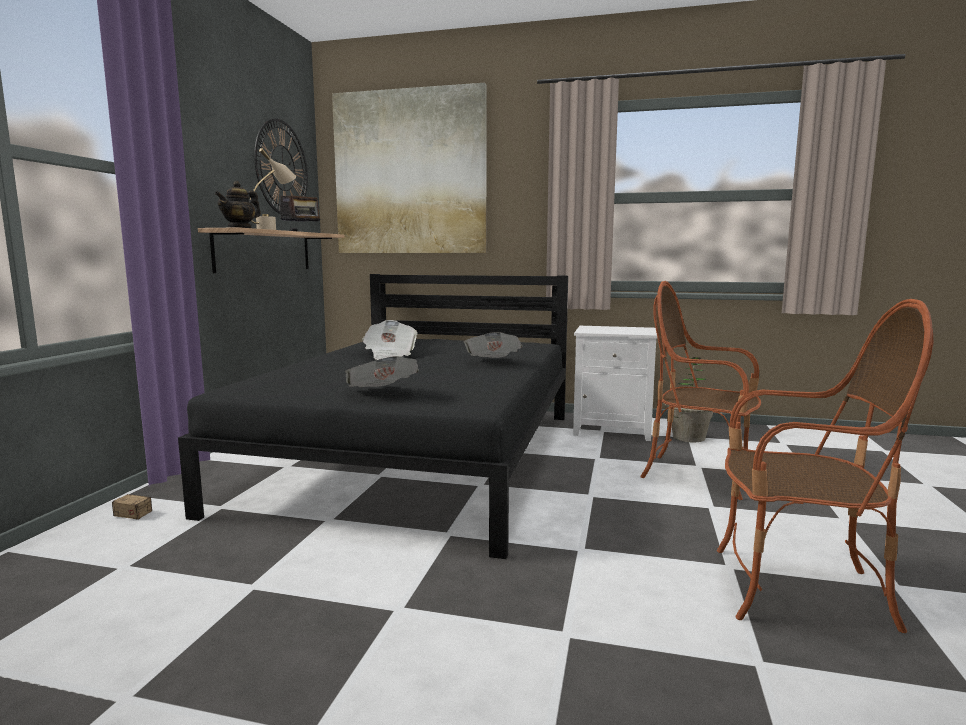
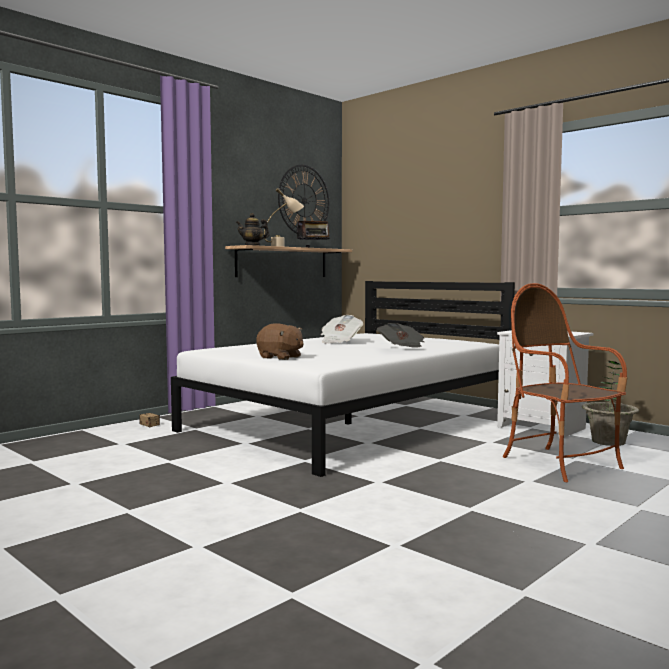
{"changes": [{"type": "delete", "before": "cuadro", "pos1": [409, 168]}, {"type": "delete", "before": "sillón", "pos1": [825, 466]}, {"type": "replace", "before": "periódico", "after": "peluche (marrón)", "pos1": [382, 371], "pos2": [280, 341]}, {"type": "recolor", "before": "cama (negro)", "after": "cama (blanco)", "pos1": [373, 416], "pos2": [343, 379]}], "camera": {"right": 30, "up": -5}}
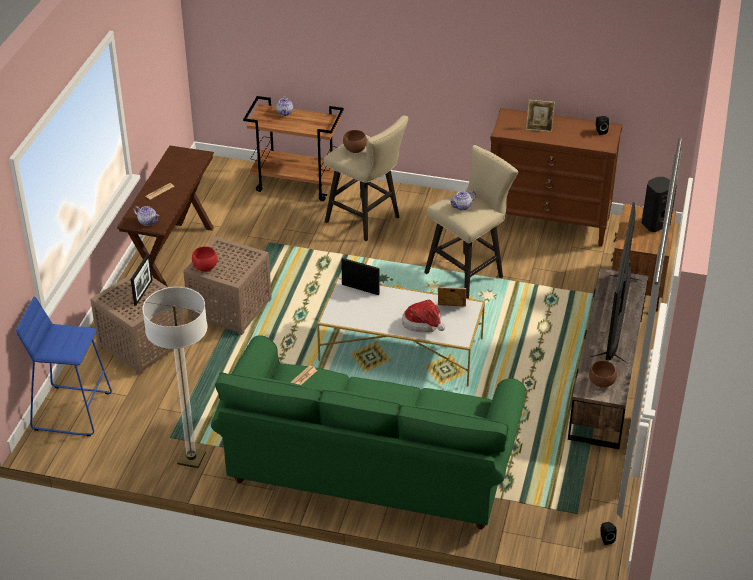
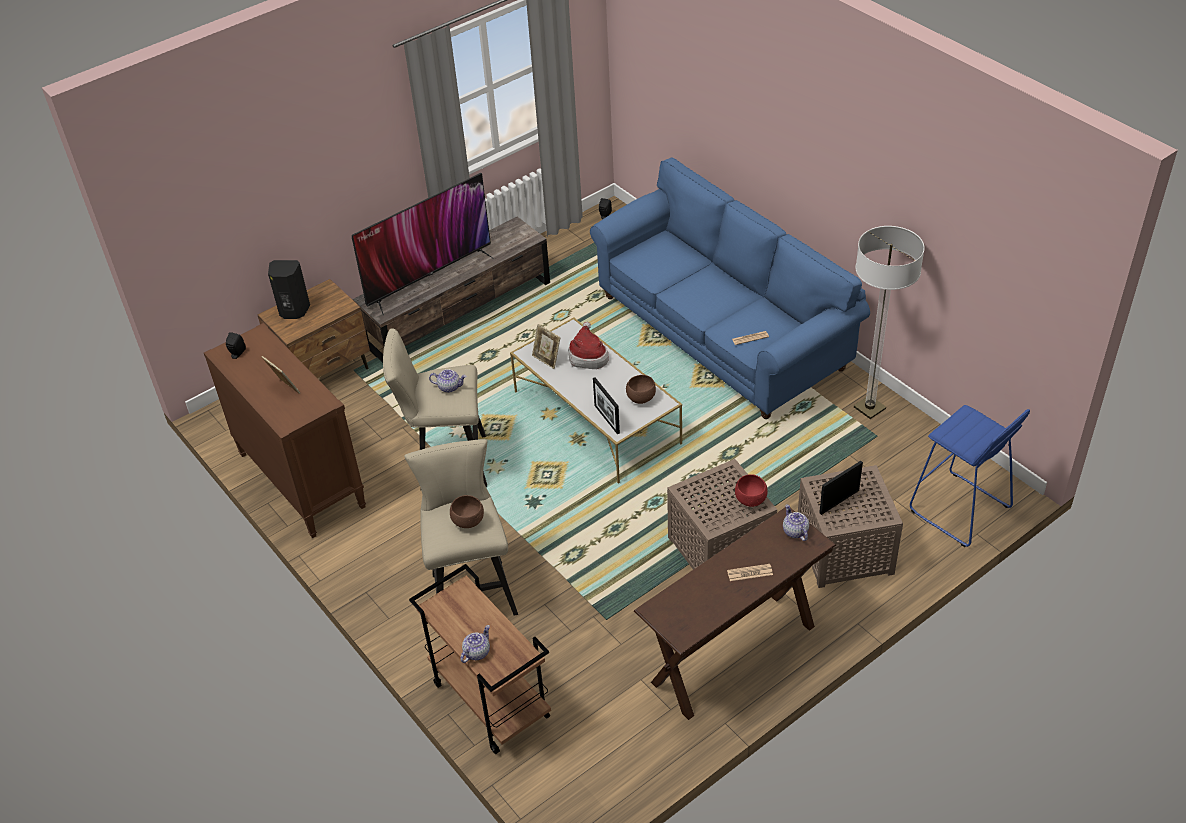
{"changes": [{"type": "move", "before": "cuenco (marrón)", "pos1": [603, 374], "pos2": [641, 389]}, {"type": "recolor", "before": "sofá (verde)", "after": "sofá (azul)", "pos1": [368, 432], "pos2": [730, 288]}], "camera": {"right": -140, "up": 5}}
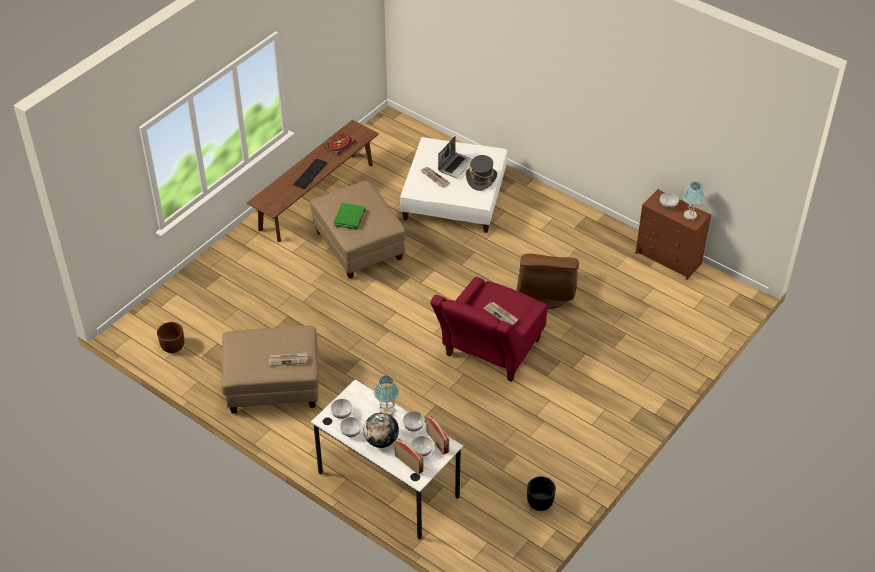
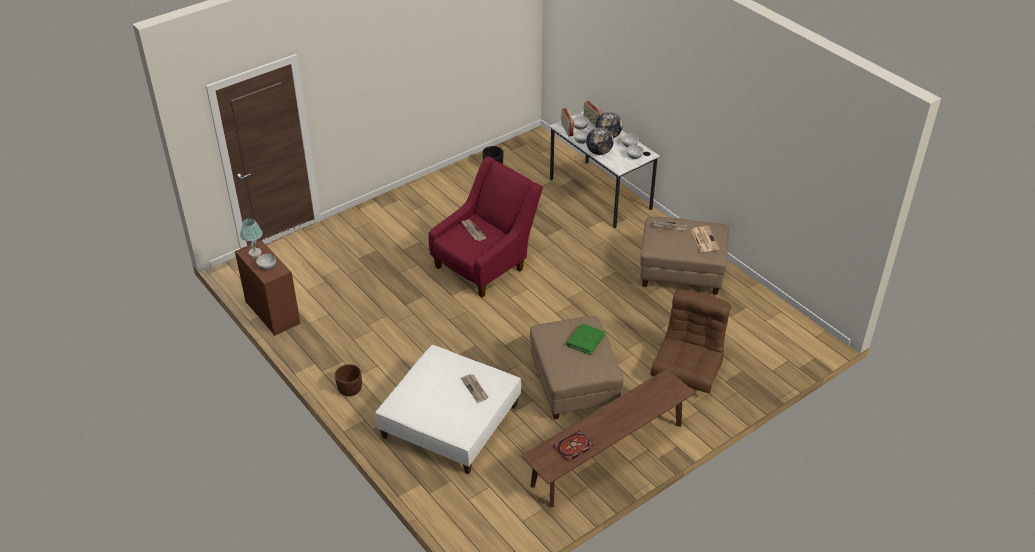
{"changes": [{"type": "delete", "before": "teclado", "pos1": [310, 174]}, {"type": "delete", "before": "portátil", "pos1": [455, 157]}, {"type": "delete", "before": "sombrero (gris)", "pos1": [481, 173]}, {"type": "insert", "after": "periódico", "pos2": [705, 239]}, {"type": "move", "before": "maceta (marrón)", "pos1": [170, 337], "pos2": [348, 380]}, {"type": "move", "before": "sillón (marrón)", "pos1": [548, 281], "pos2": [690, 341]}, {"type": "replace", "before": "lámpara de mesa", "after": "globo terráqueo", "pos1": [386, 395], "pos2": [600, 141]}], "camera": {"right": -165, "up": -5}}
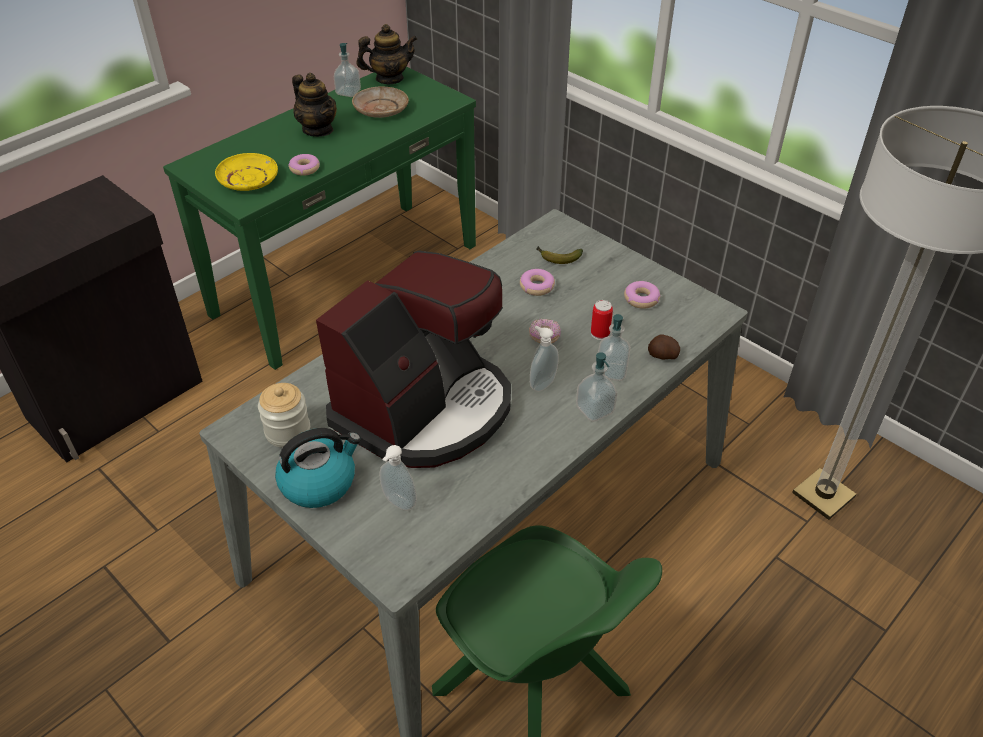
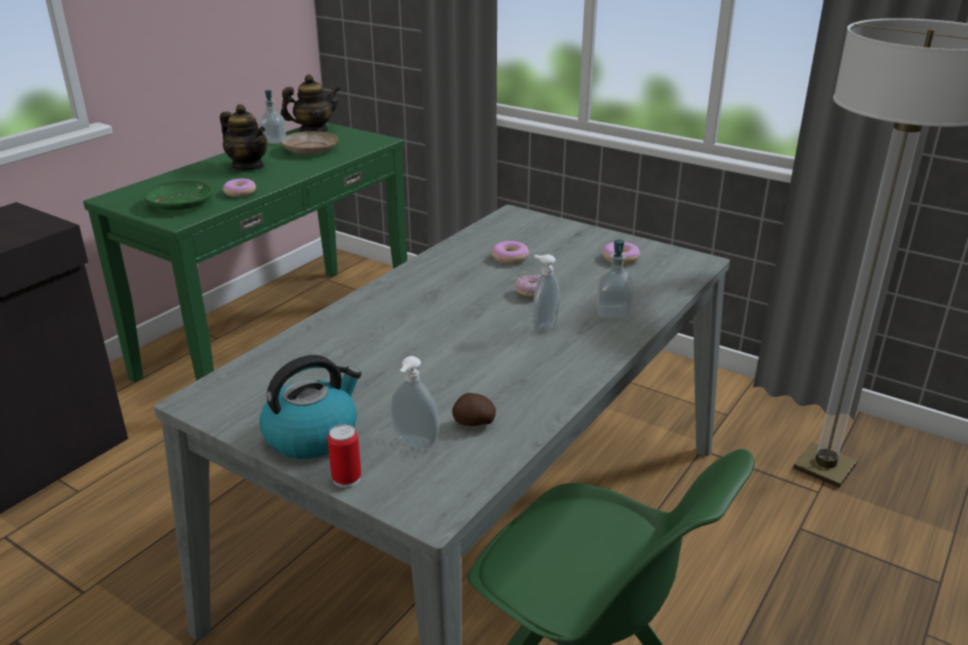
{"changes": [{"type": "delete", "before": "tarro", "pos1": [284, 415]}, {"type": "delete", "before": "cafetera", "pos1": [413, 359]}, {"type": "delete", "before": "plátano", "pos1": [559, 255]}, {"type": "delete", "before": "dispensador de jabón", "pos1": [596, 387]}, {"type": "move", "before": "lata", "pos1": [602, 320], "pos2": [344, 456]}, {"type": "move", "before": "patata", "pos1": [664, 346], "pos2": [474, 409]}, {"type": "recolor", "before": "plato (amarillo)", "after": "plato (verde)", "pos1": [246, 172], "pos2": [178, 195]}], "camera": {"right": -10, "up": -15}}
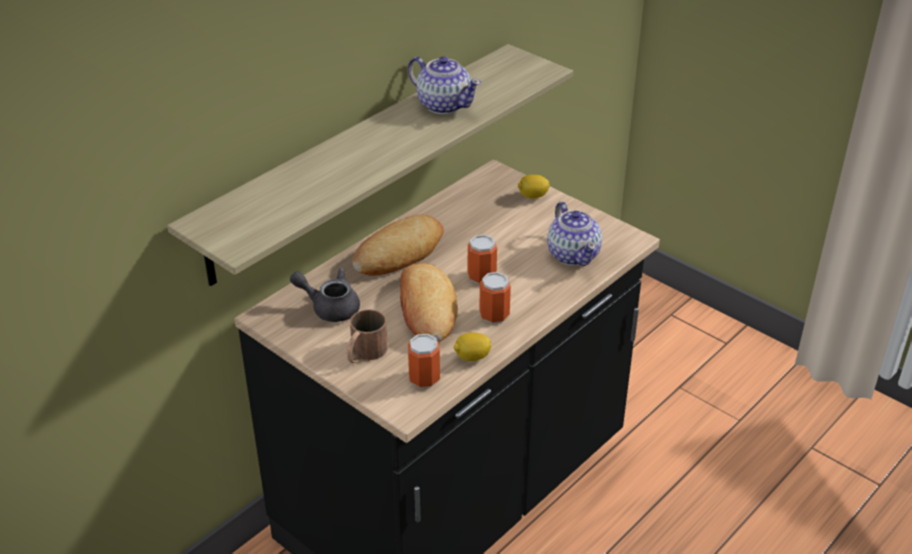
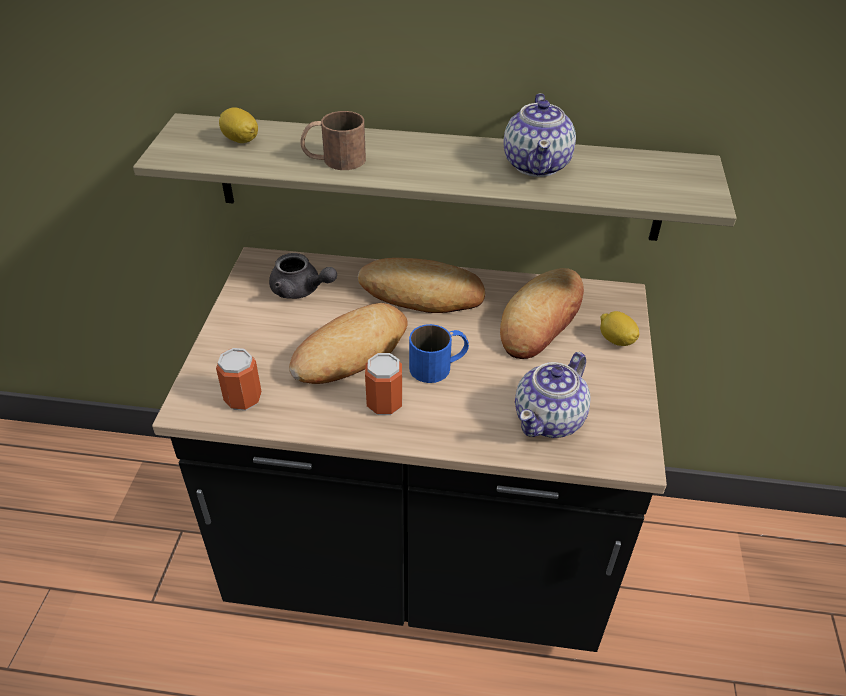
{"changes": [{"type": "insert", "after": "pan", "pos2": [542, 313]}, {"type": "move", "before": "taza grande (marrón)", "pos1": [367, 336], "pos2": [333, 140]}, {"type": "move", "before": "limón", "pos1": [472, 347], "pos2": [238, 125]}, {"type": "replace", "before": "lata", "after": "taza grande (azul)", "pos1": [482, 259], "pos2": [439, 353]}, {"type": "rotate", "before": "tetera (gris)", "pos1": [325, 295], "pos2": [303, 276], "turn": 135}], "camera": {"right": 55, "up": 5}}
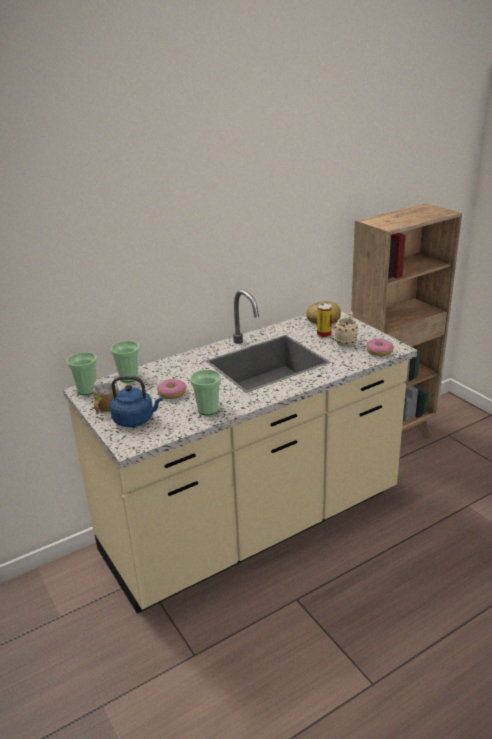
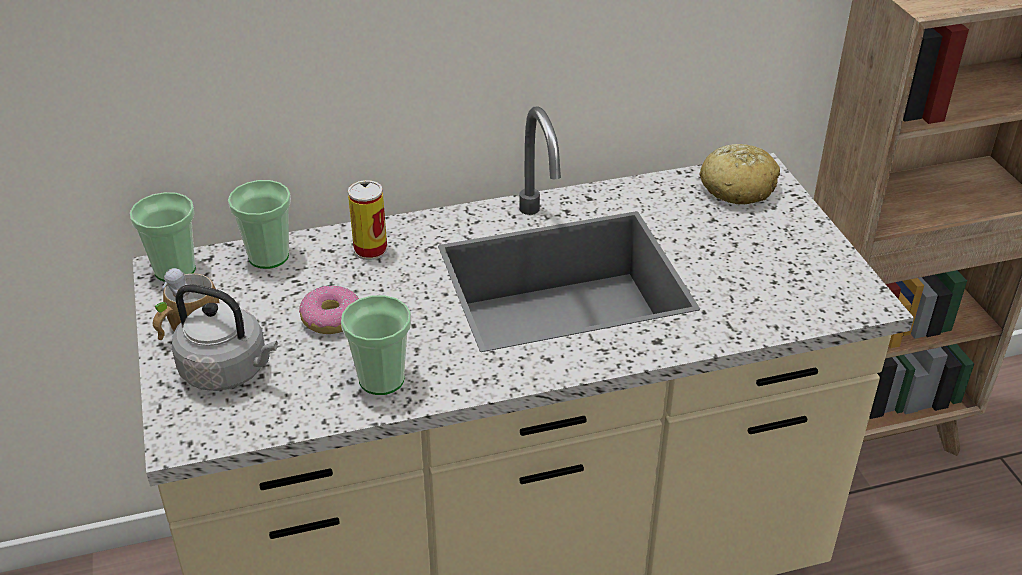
{"changes": [{"type": "delete", "before": "taza grande (beis)", "pos1": [346, 329]}, {"type": "delete", "before": "rosquilla", "pos1": [380, 347]}, {"type": "move", "before": "lata", "pos1": [324, 320], "pos2": [367, 220]}, {"type": "recolor", "before": "hervidor (azul)", "after": "hervidor (gris)", "pos1": [136, 401], "pos2": [225, 337]}], "camera": {"right": 15, "up": 10}}
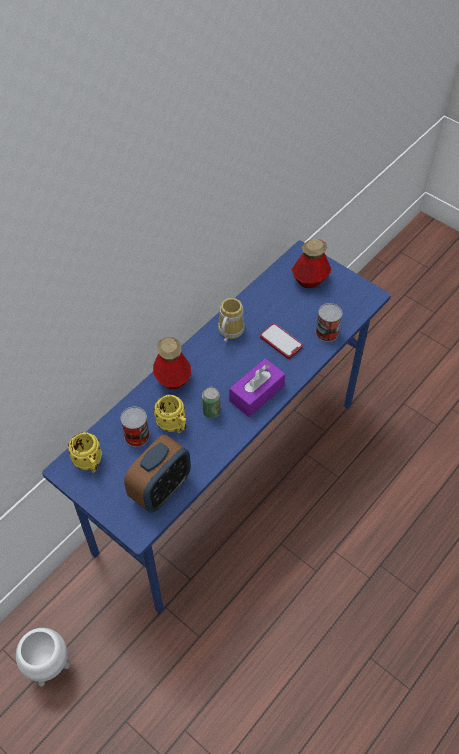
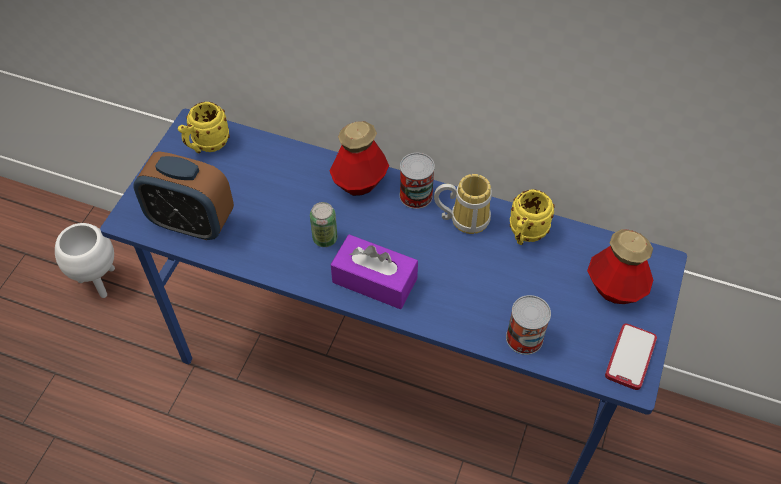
{"changes": [{"type": "move", "before": "lata", "pos1": [135, 426], "pos2": [417, 181]}, {"type": "move", "before": "taza grande (amarillo)", "pos1": [170, 414], "pos2": [532, 217]}, {"type": "move", "before": "móvil", "pos1": [281, 341], "pos2": [631, 357]}], "camera": {"right": 70, "up": 0}}
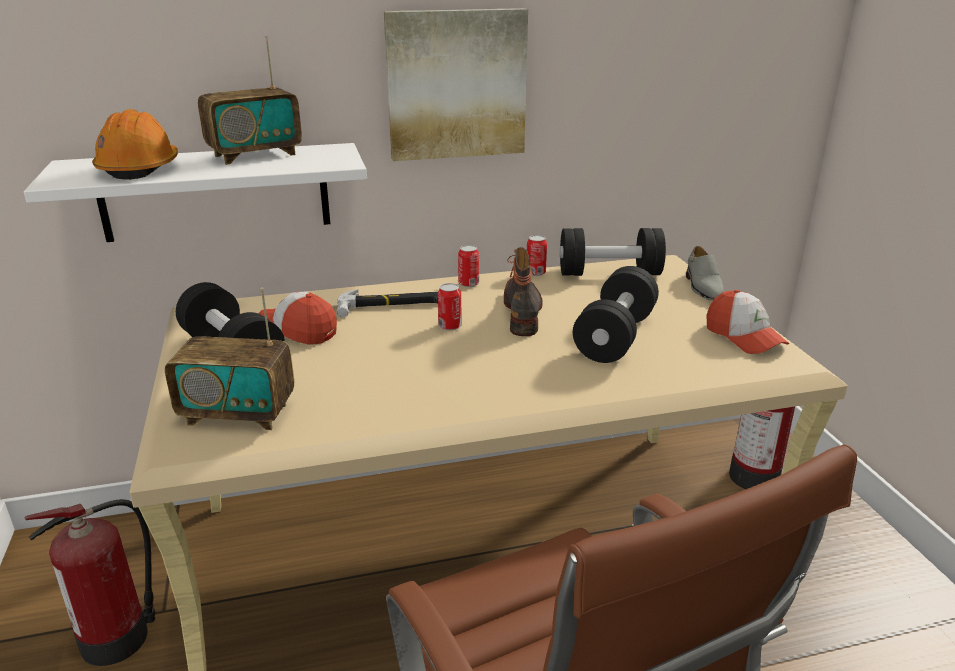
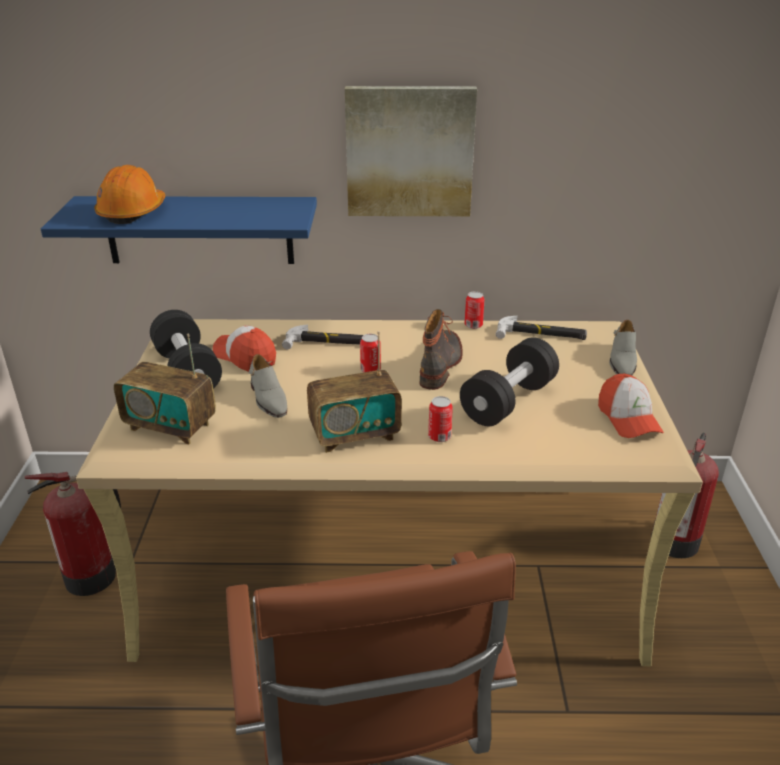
{"changes": [{"type": "insert", "after": "zapato (gris)", "pos2": [268, 386]}, {"type": "move", "before": "radio", "pos1": [250, 100], "pos2": [354, 392]}, {"type": "move", "before": "lata", "pos1": [468, 266], "pos2": [440, 419]}, {"type": "replace", "before": "mancuerna (negro)", "after": "martillo", "pos1": [613, 252], "pos2": [541, 328]}, {"type": "recolor", "before": "estante (blanco)", "after": "estante (azul)", "pos1": [195, 192], "pos2": [179, 230]}], "camera": {"right": 15, "up": 5}}
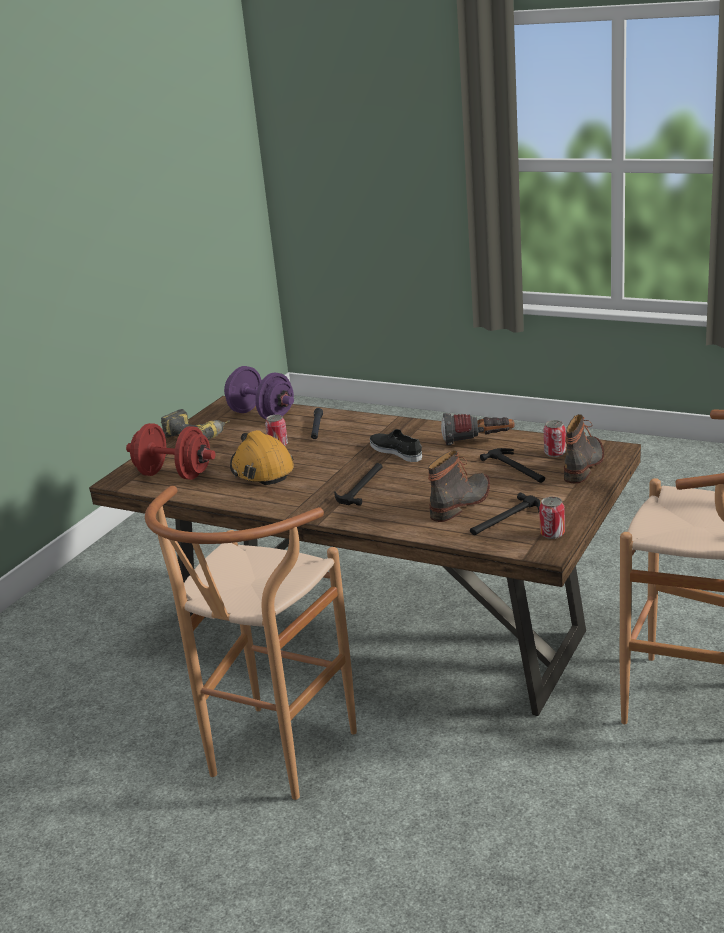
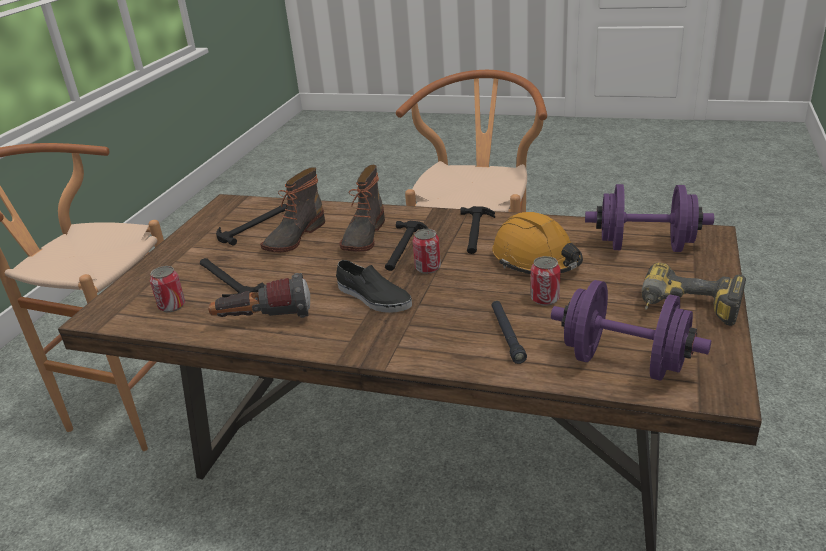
{"changes": [{"type": "insert", "after": "martillo", "pos2": [477, 230]}, {"type": "move", "before": "lata", "pos1": [552, 518], "pos2": [426, 251]}, {"type": "move", "before": "bota", "pos1": [584, 448], "pos2": [362, 208]}, {"type": "recolor", "before": "mancuerna (rojo)", "after": "mancuerna (morado)", "pos1": [170, 451], "pos2": [649, 218]}], "camera": {"right": 170, "up": 5}}
